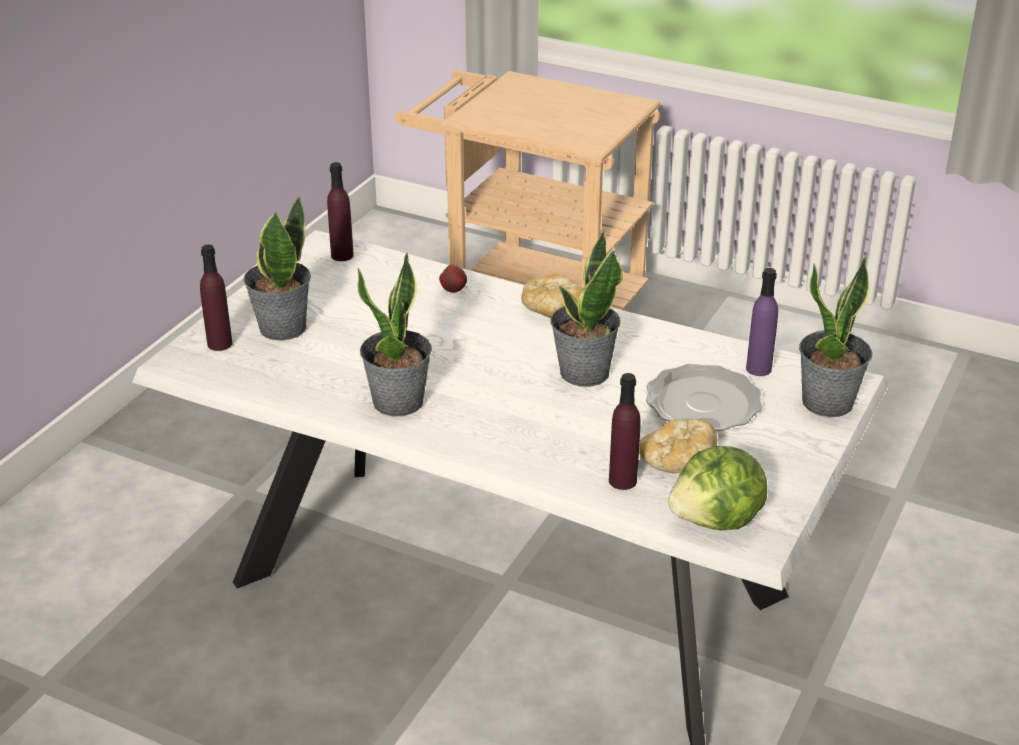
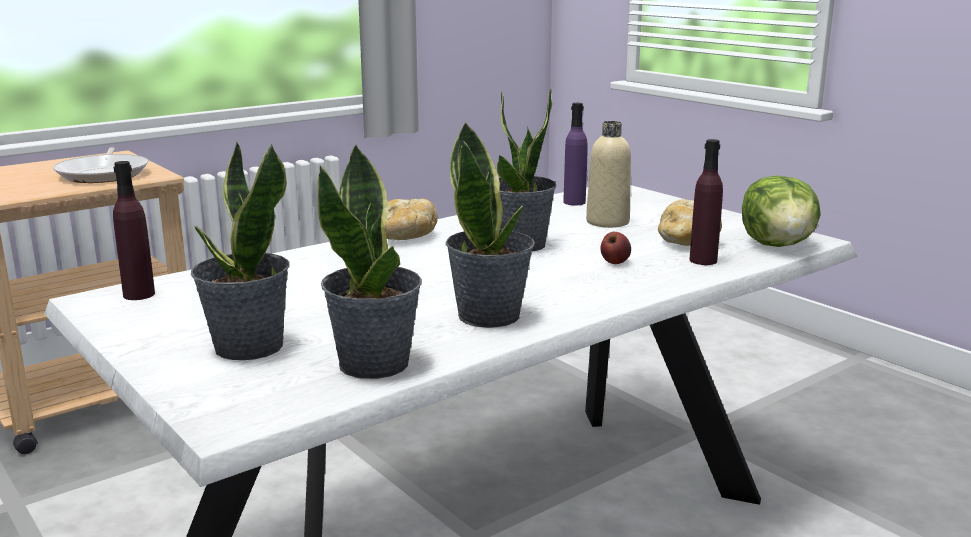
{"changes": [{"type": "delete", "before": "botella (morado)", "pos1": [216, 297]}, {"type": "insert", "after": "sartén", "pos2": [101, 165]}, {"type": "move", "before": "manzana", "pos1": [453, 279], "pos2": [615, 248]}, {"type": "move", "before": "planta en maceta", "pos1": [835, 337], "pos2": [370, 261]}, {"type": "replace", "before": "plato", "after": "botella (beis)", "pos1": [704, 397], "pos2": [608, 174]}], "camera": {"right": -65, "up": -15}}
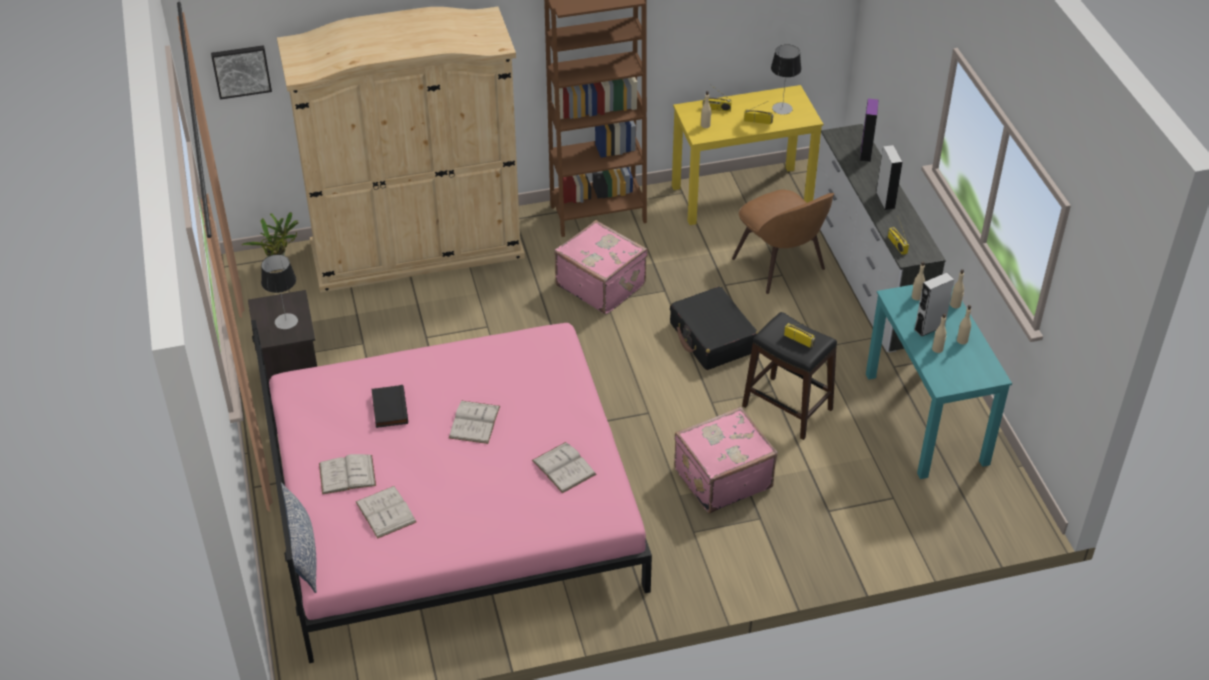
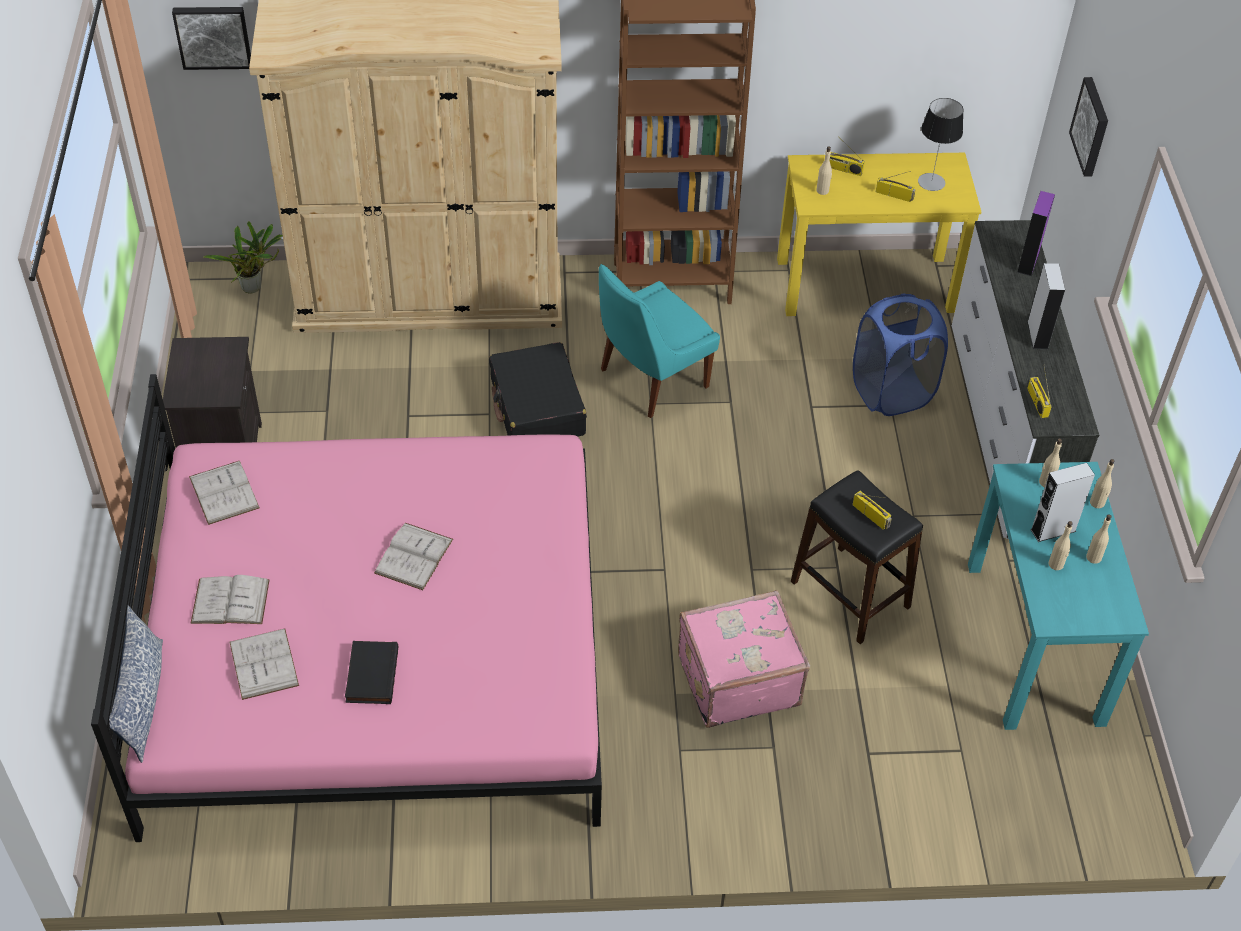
{"changes": [{"type": "delete", "before": "lámpara de mesa", "pos1": [279, 291]}, {"type": "insert", "after": "cuadro", "pos2": [1088, 127]}, {"type": "move", "before": "libro (negro)", "pos1": [390, 406], "pos2": [371, 672]}, {"type": "move", "before": "libro (blanco)", "pos1": [564, 467], "pos2": [224, 493]}, {"type": "move", "before": "maleta (negro)", "pos1": [714, 328], "pos2": [538, 389]}, {"type": "replace", "before": "maleta (rosa)", "after": "silla (turquesa)", "pos1": [601, 267], "pos2": [659, 341]}, {"type": "replace", "before": "silla (marrón)", "after": "cesto de la ropa (azul)", "pos1": [783, 242], "pos2": [900, 354]}], "camera": {"right": 10, "up": 5}}
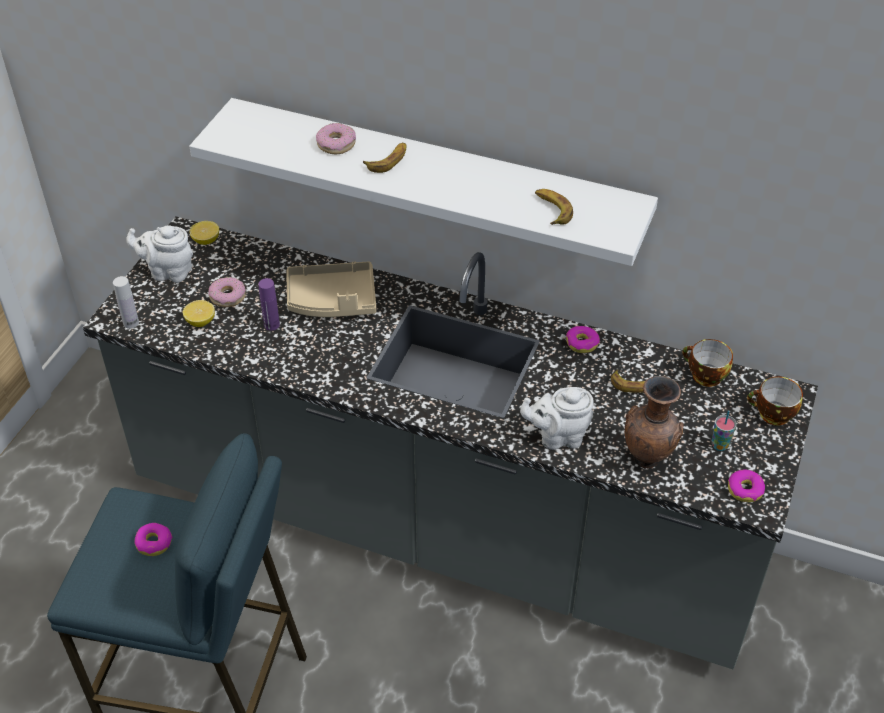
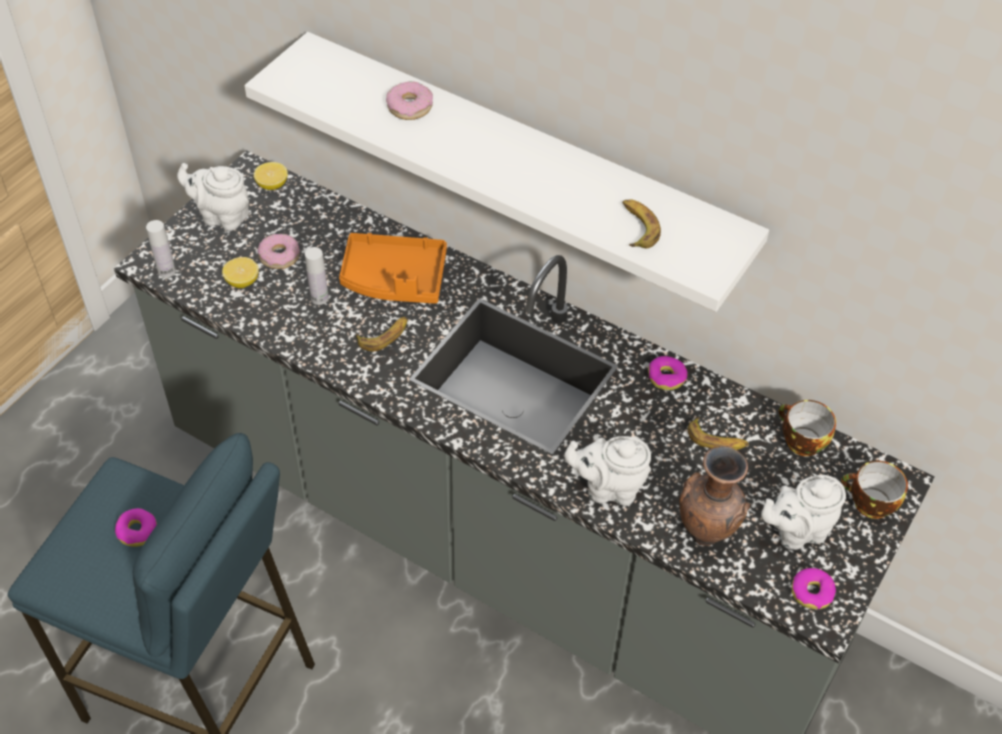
{"changes": [{"type": "move", "before": "plátano", "pos1": [385, 158], "pos2": [381, 334]}, {"type": "replace", "before": "taza", "after": "tetera (blanco)", "pos1": [724, 431], "pos2": [803, 512]}, {"type": "recolor", "before": "botella (morado)", "after": "botella (blanco)", "pos1": [269, 304], "pos2": [317, 276]}, {"type": "recolor", "before": "bandeja (beis)", "after": "bandeja (naranja)", "pos1": [331, 289], "pos2": [393, 268]}], "camera": {"right": 10, "up": 5}}
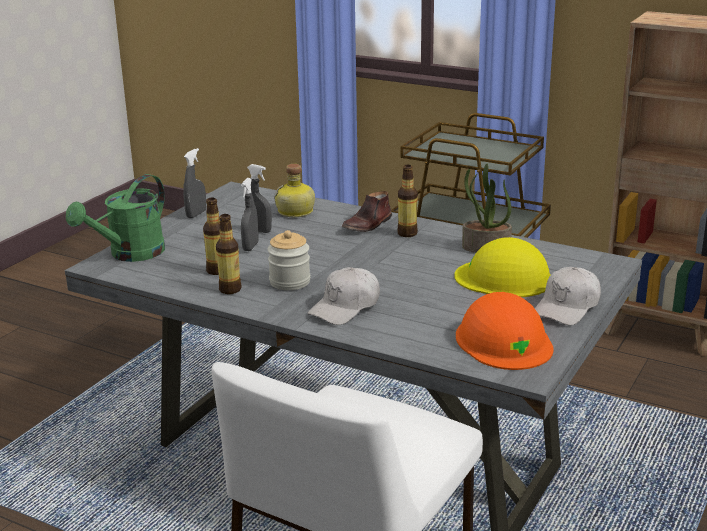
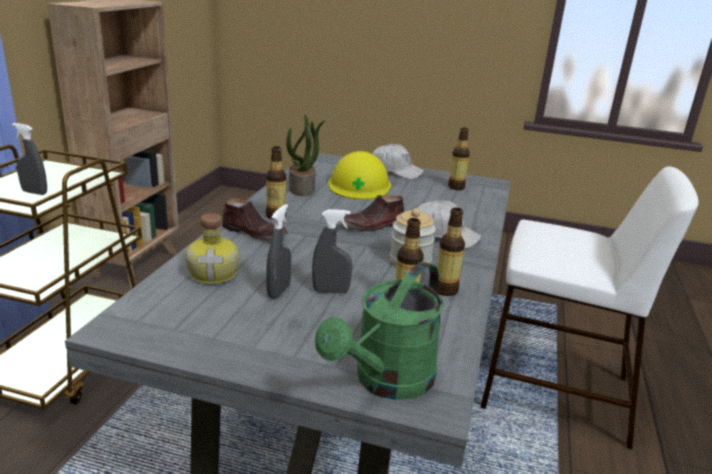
{"changes": [{"type": "insert", "after": "zapato (marrón)", "pos2": [372, 213]}, {"type": "move", "before": "pulverizador (gris)", "pos1": [194, 183], "pos2": [29, 159]}, {"type": "replace", "before": "casco (naranja)", "after": "botella", "pos1": [505, 331], "pos2": [459, 159]}, {"type": "rotate", "before": "regadera (verde)", "pos1": [115, 218], "pos2": [379, 330], "turn": 105}], "camera": {"right": -105, "up": 0}}
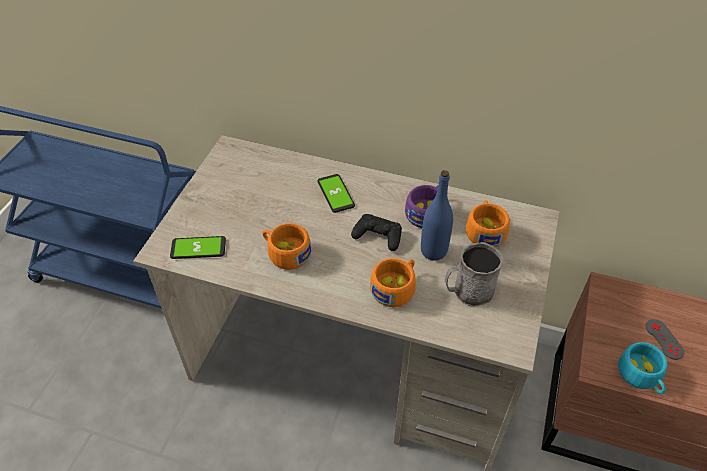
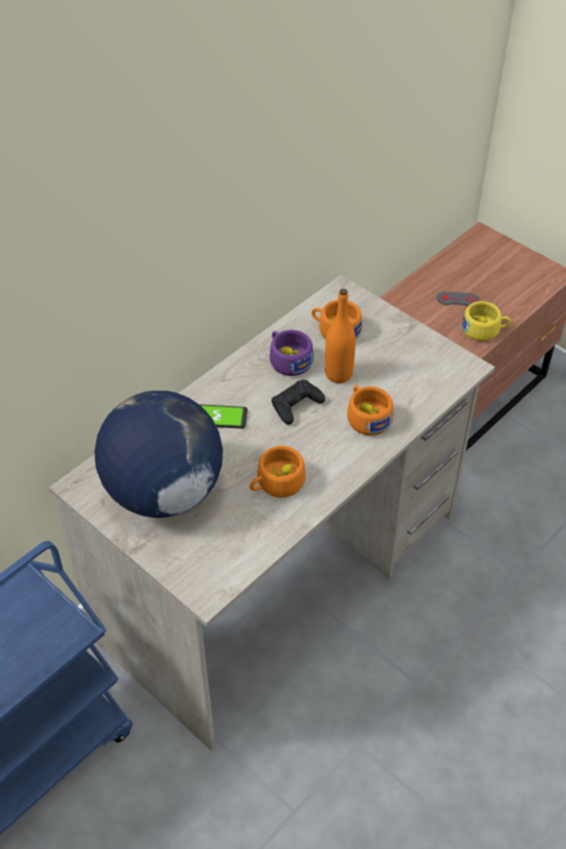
{"changes": [{"type": "delete", "before": "móvil", "pos1": [198, 247]}, {"type": "delete", "before": "taza grande (gris)", "pos1": [474, 274]}, {"type": "insert", "after": "globo terráqueo", "pos2": [158, 454]}, {"type": "recolor", "before": "botella (azul)", "after": "botella (naranja)", "pos1": [437, 215], "pos2": [340, 336]}, {"type": "recolor", "before": "taza (turquesa)", "after": "taza (amarillo)", "pos1": [643, 368], "pos2": [486, 321]}], "camera": {"right": -65, "up": 0}}
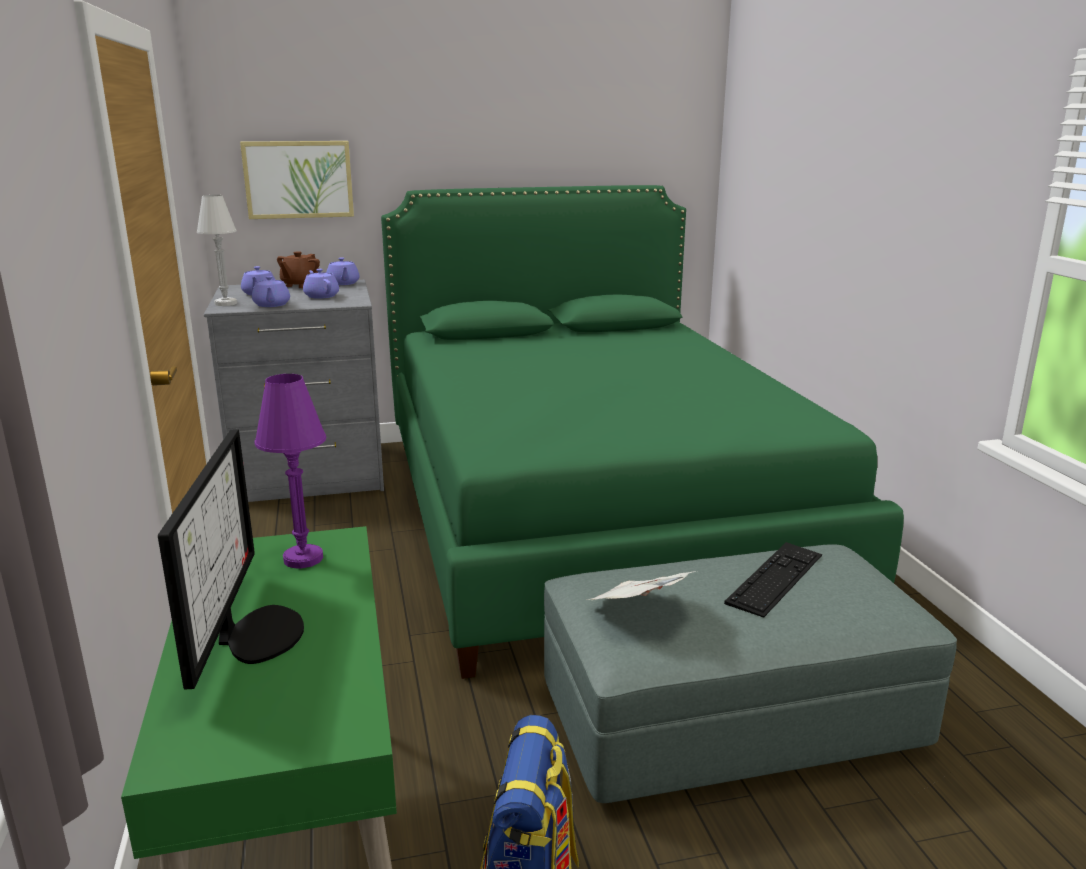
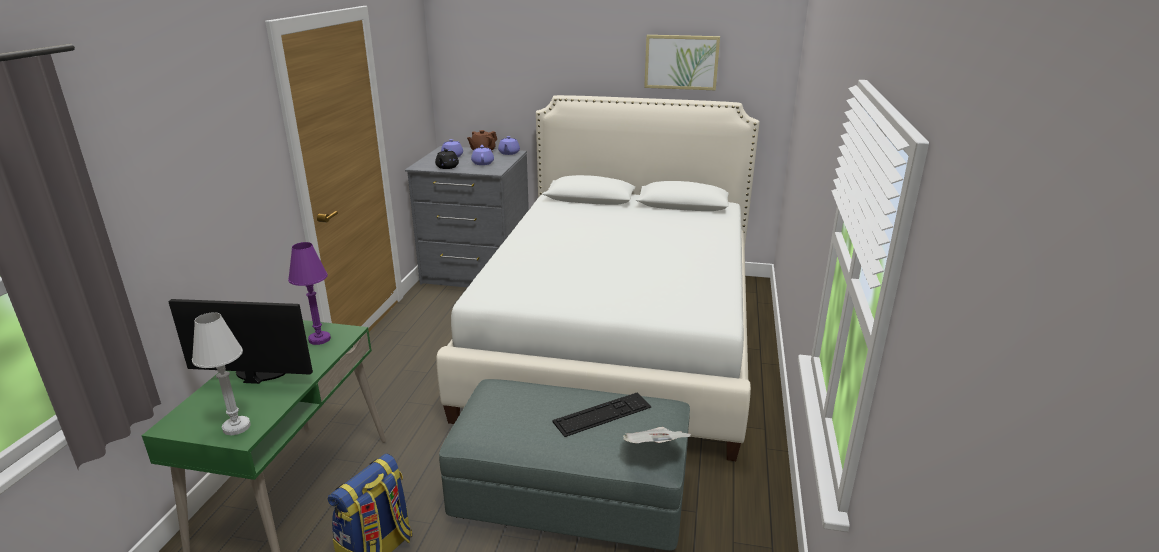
{"changes": [{"type": "move", "before": "lámpara de mesa (blanco)", "pos1": [217, 250], "pos2": [221, 374]}, {"type": "move", "before": "cuadro", "pos1": [297, 180], "pos2": [682, 62]}, {"type": "move", "before": "periódico", "pos1": [642, 585], "pos2": [657, 435]}, {"type": "recolor", "before": "tetera (morado)", "after": "tetera (negro)", "pos1": [271, 291], "pos2": [447, 159]}, {"type": "recolor", "before": "cama (verde)", "after": "cama (blanco)", "pos1": [642, 432], "pos2": [597, 278]}, {"type": "rotate", "before": "monitor", "pos1": [231, 559], "pos2": [240, 341], "turn": -105}], "camera": {"right": 25, "up": 5}}
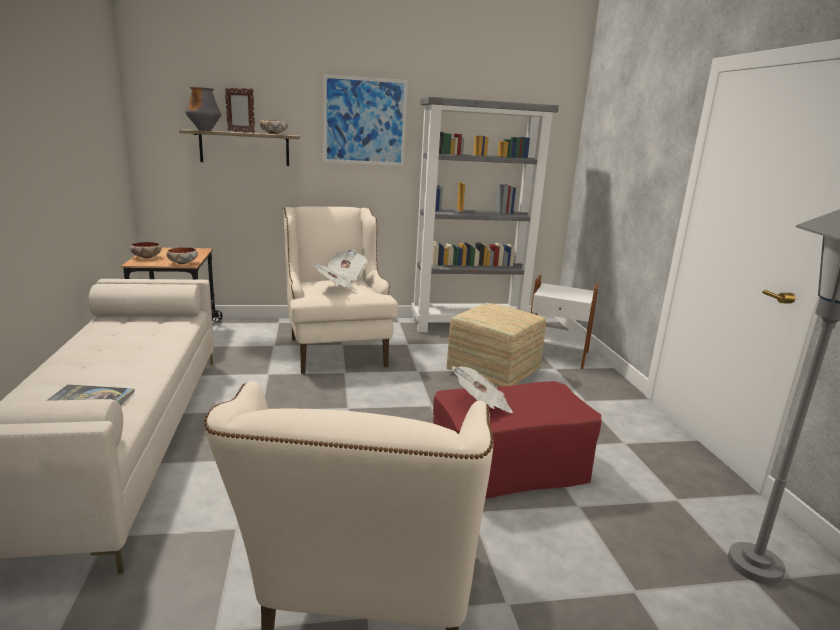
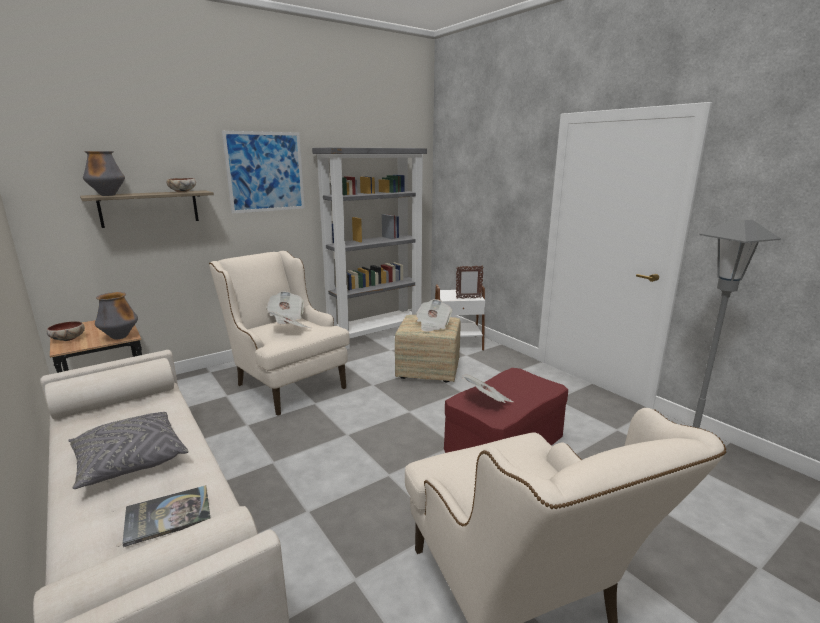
{"changes": [{"type": "insert", "after": "cojín (gris)", "pos2": [128, 450]}, {"type": "insert", "after": "periódico", "pos2": [434, 315]}, {"type": "move", "before": "portarretratos", "pos1": [240, 110], "pos2": [469, 281]}, {"type": "replace", "before": "cuenco", "after": "florero", "pos1": [182, 255], "pos2": [116, 315]}], "camera": {"right": -25, "up": 0}}
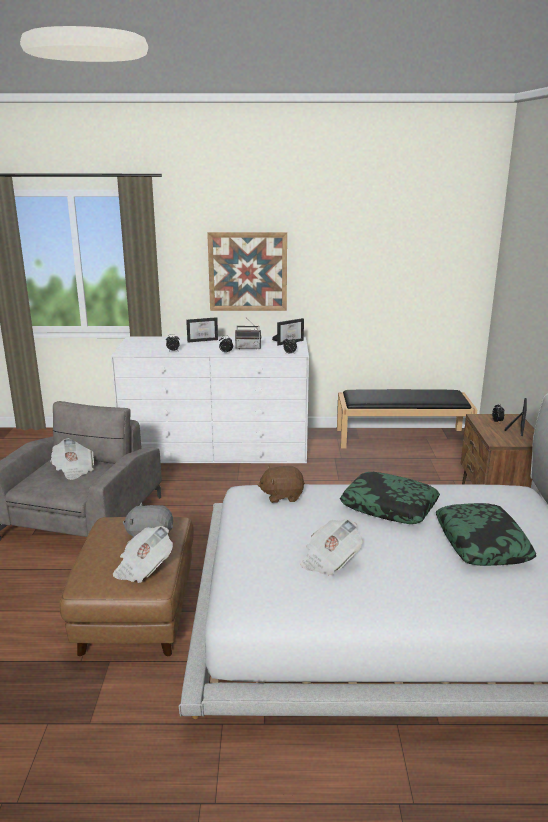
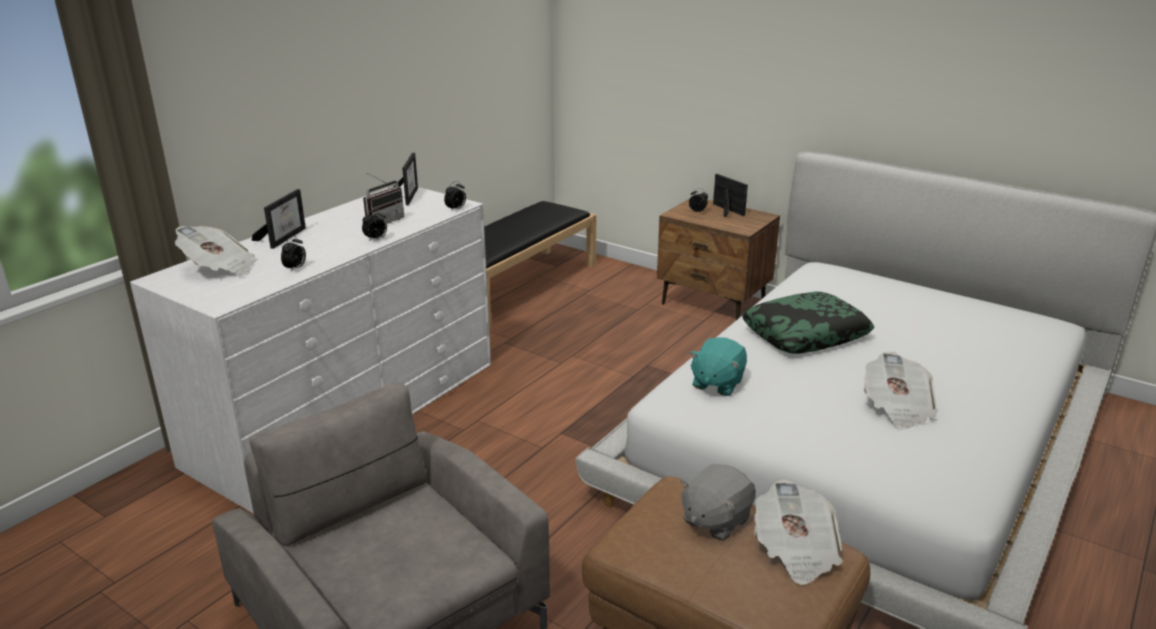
{"changes": [{"type": "delete", "before": "cuadro", "pos1": [247, 271]}, {"type": "delete", "before": "cojín", "pos1": [486, 534]}, {"type": "move", "before": "periódico", "pos1": [72, 459], "pos2": [215, 251]}, {"type": "recolor", "before": "peluche (marrón)", "after": "peluche (turquesa)", "pos1": [281, 484], "pos2": [718, 366]}], "camera": {"right": -55, "up": 5}}
